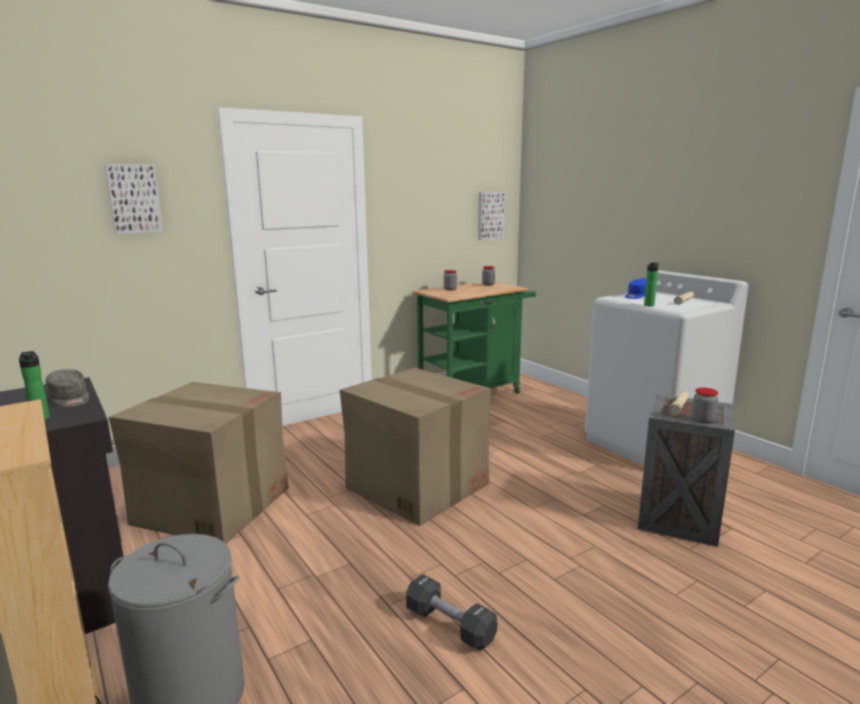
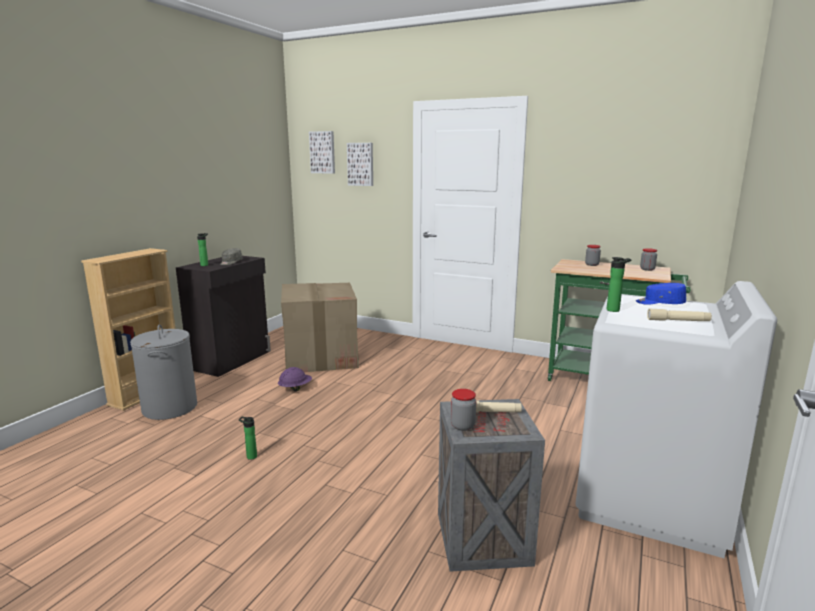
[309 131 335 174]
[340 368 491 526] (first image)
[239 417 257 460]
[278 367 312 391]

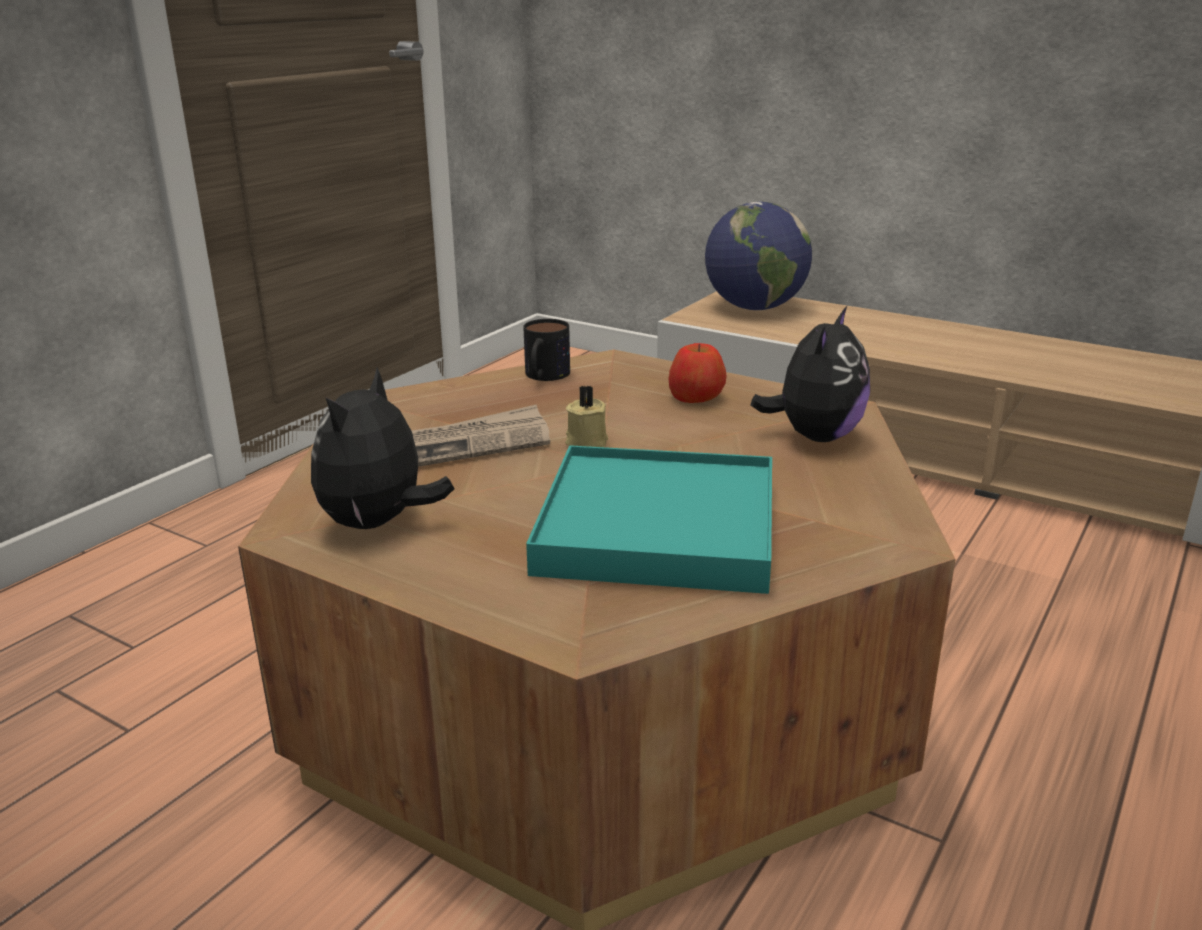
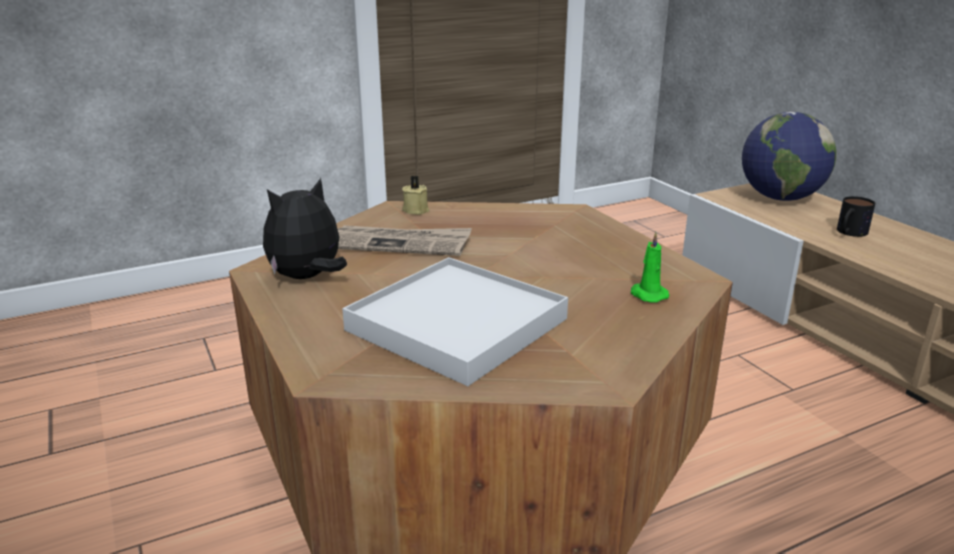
[631 232 669 303]
[837 196 875 237]
[669 343 726 403] (first image)
[402 176 429 215]
[342 257 568 386]

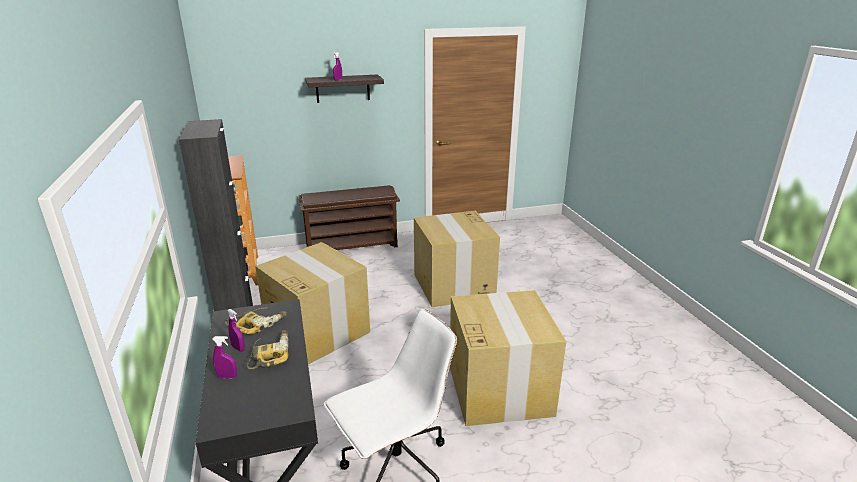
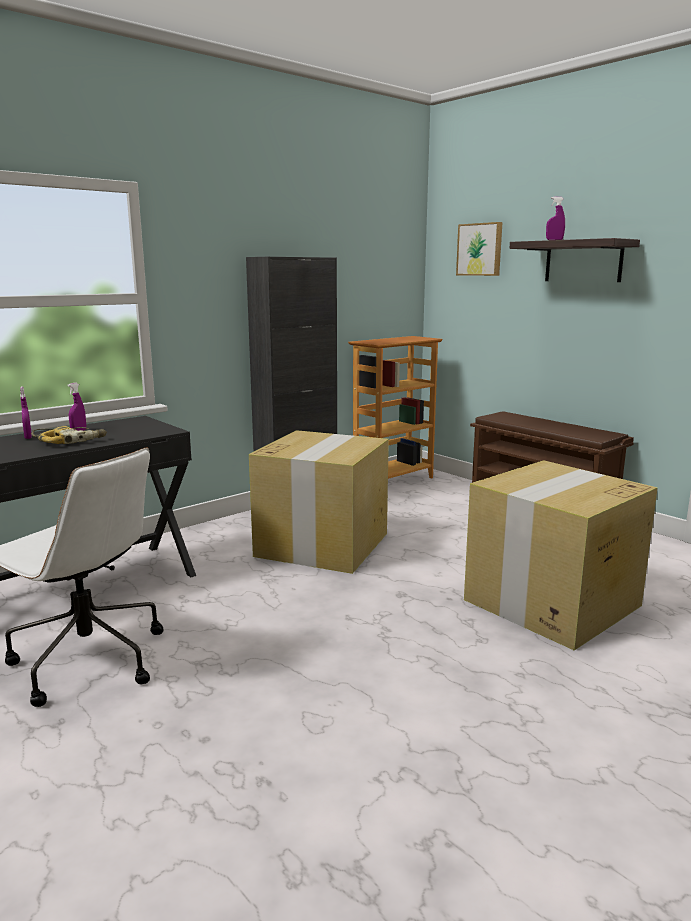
[450 290 566 426] (first image)
[225 308 287 334] (first image)
[456 222 503 276]

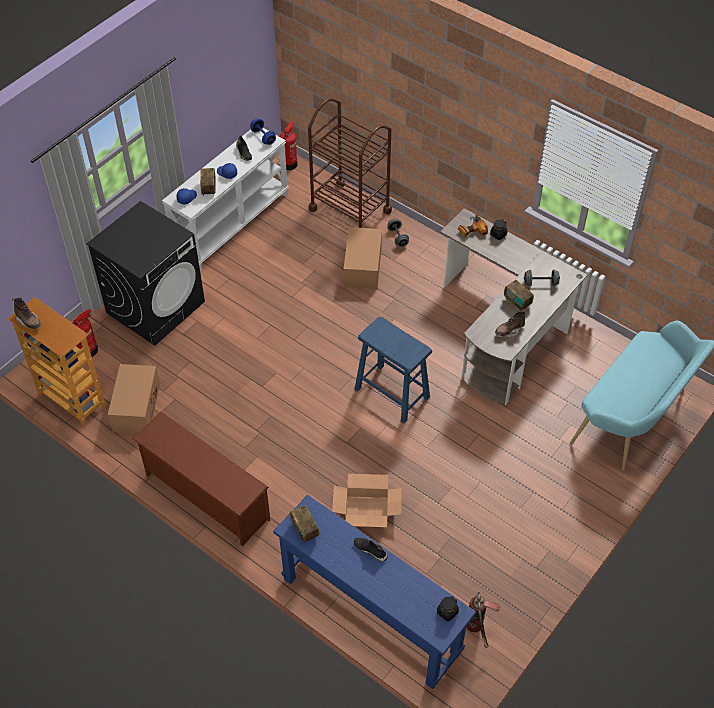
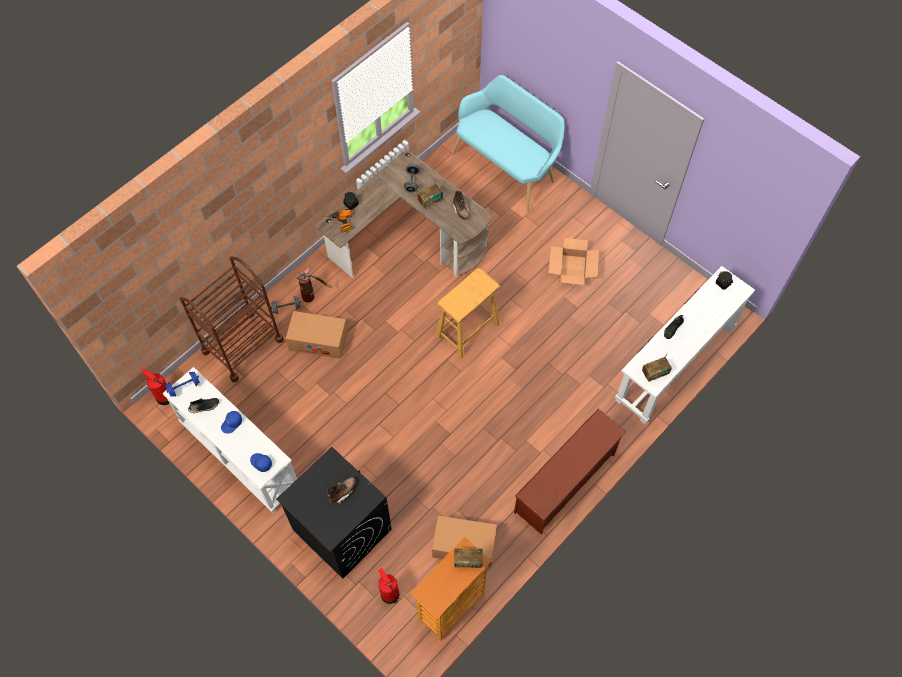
[454 548 483 568]
[327 477 356 504]
[435 268 500 359]
[549 238 599 285]
[615 266 755 424]
[296 267 332 303]

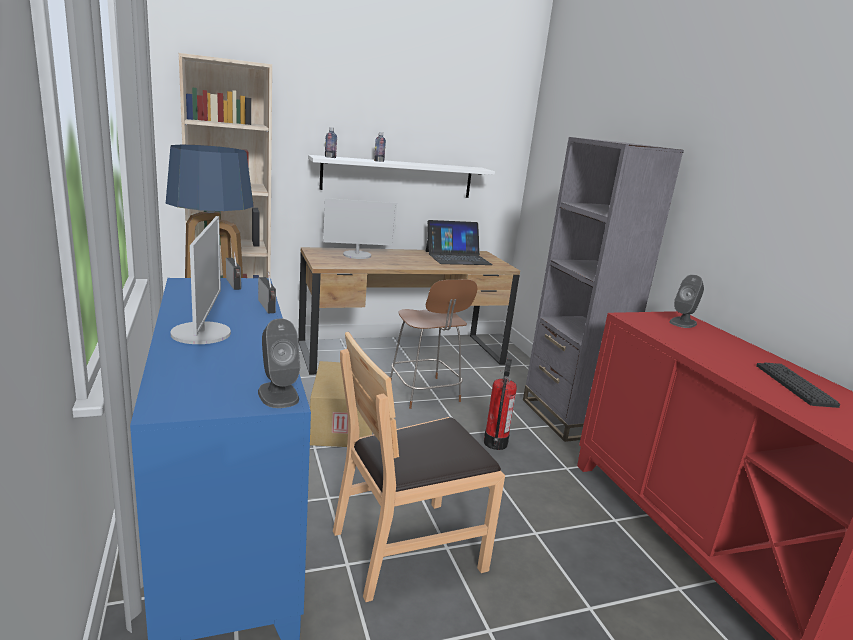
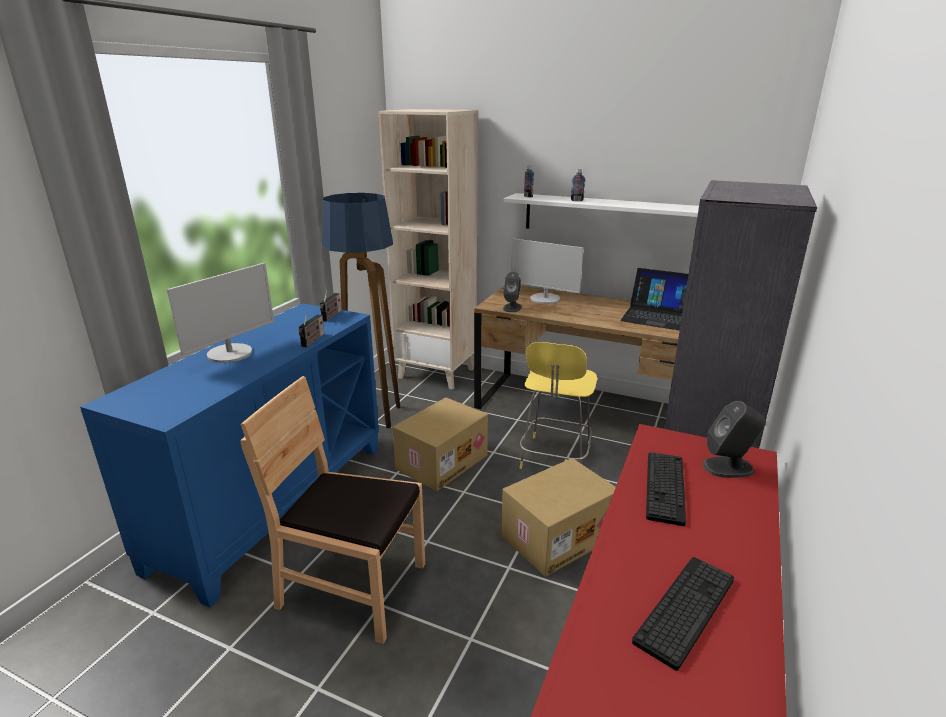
[520 342 597 469]
[503 271 522 312]
[501 458 616 577]
[646 452 686 526]

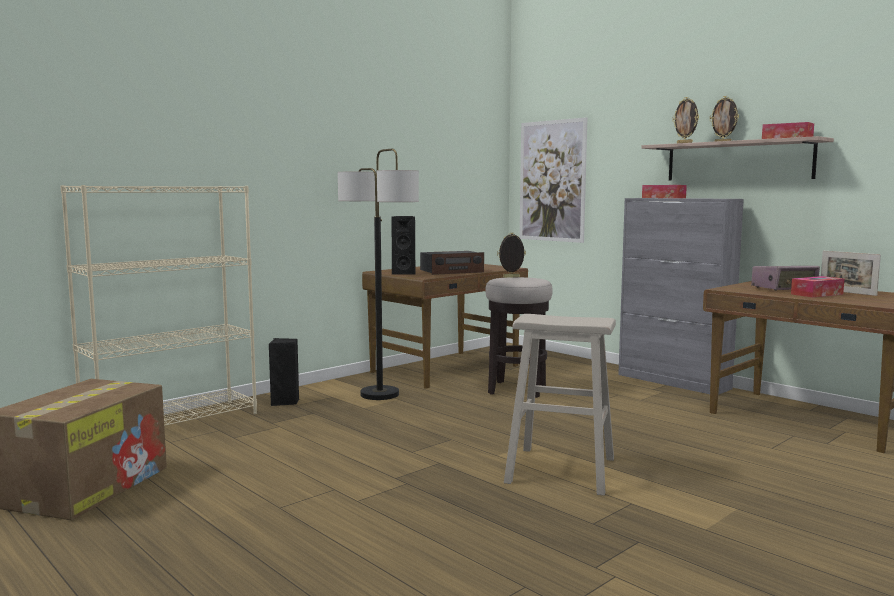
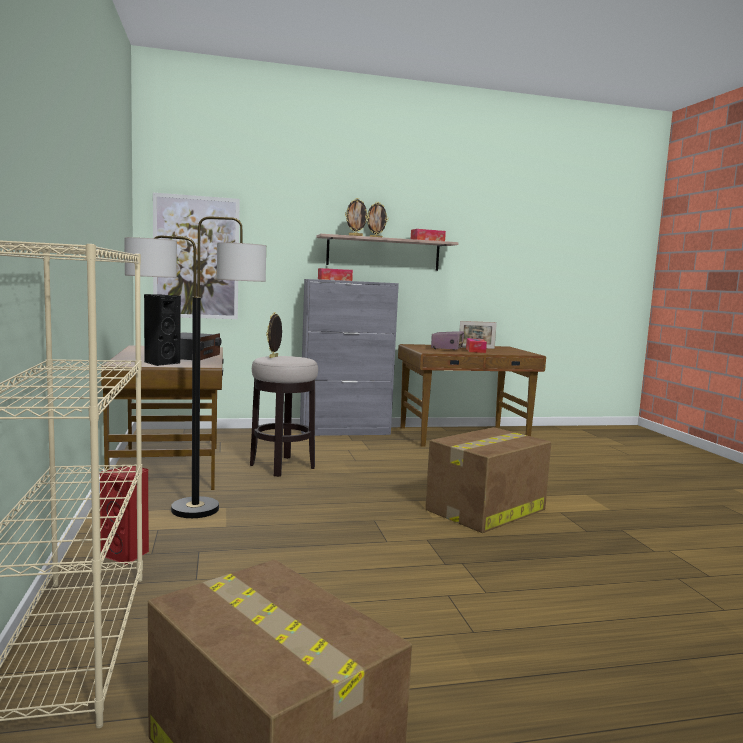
[425 427 551 533]
[100 466 149 565]

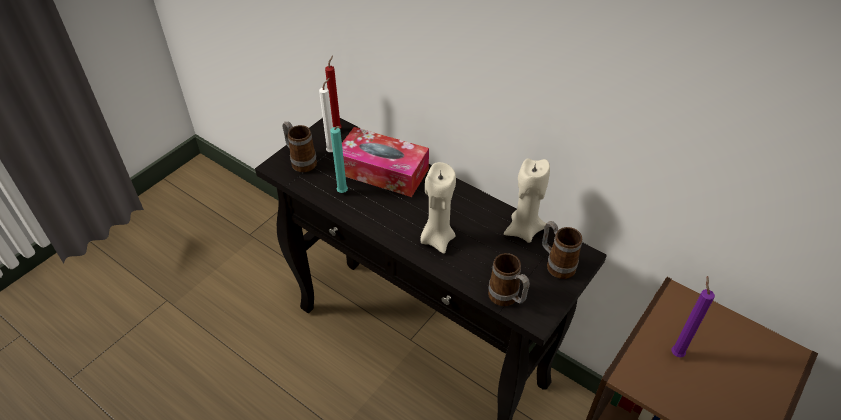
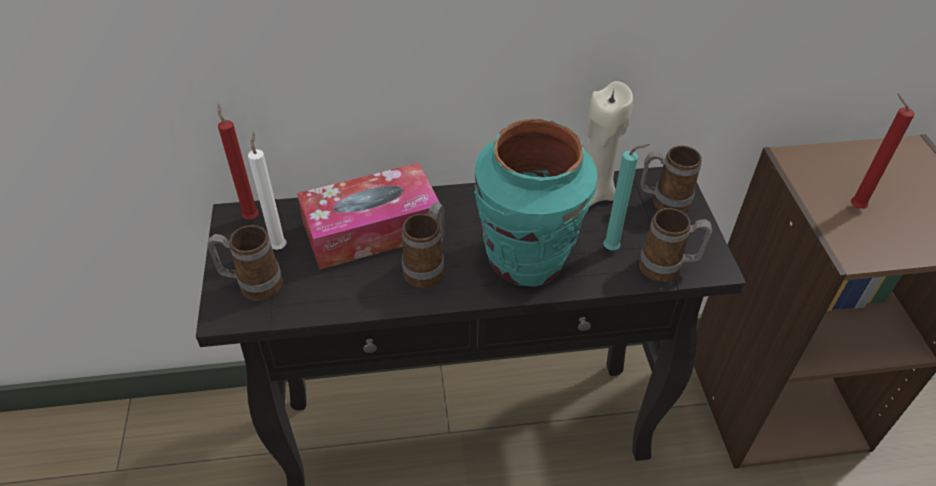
[603 144 650 250]
[474 119 597 287]
[851 93 915 209]
[402 202 444 288]

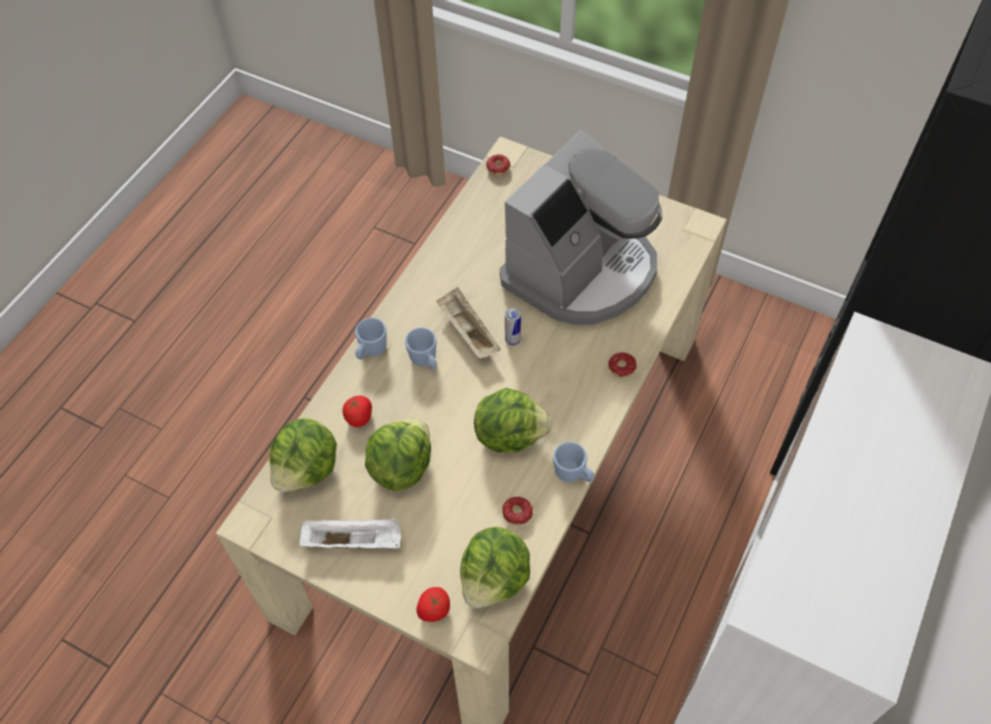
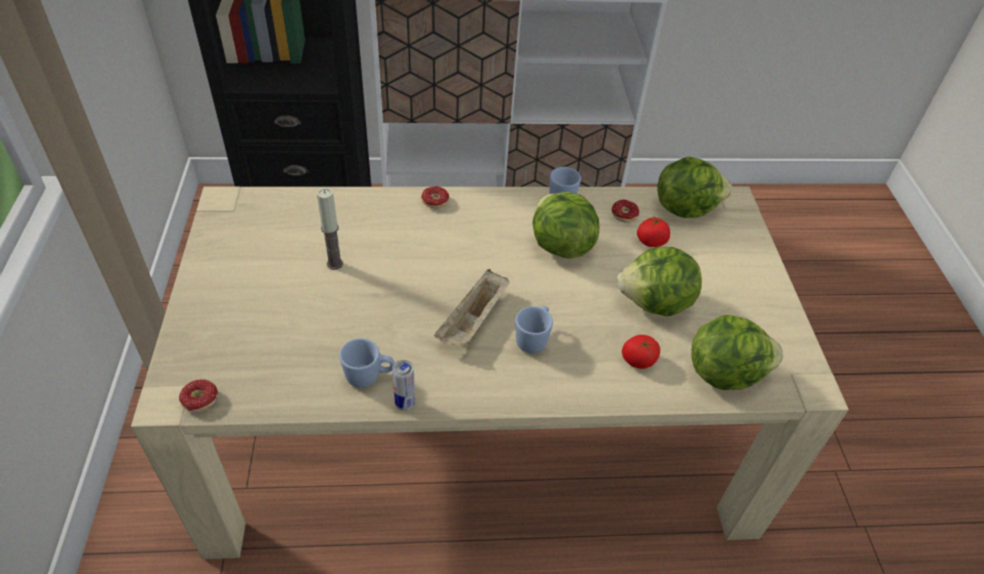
[317 188 343 270]
[392 360 415 410]
[339 338 394 388]
[299 518 401 549] (first image)
[637 217 670 247]

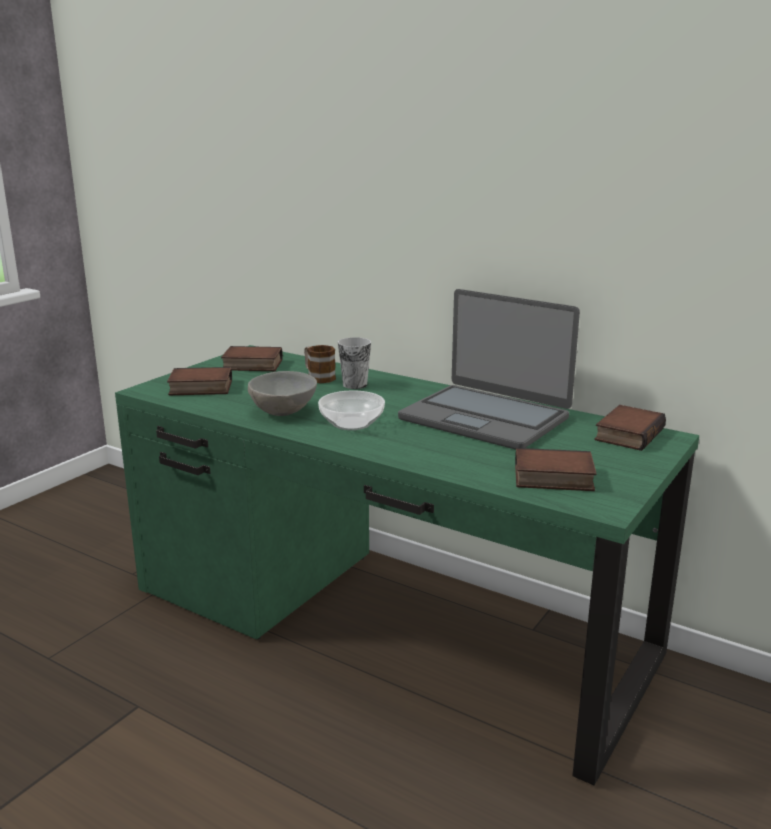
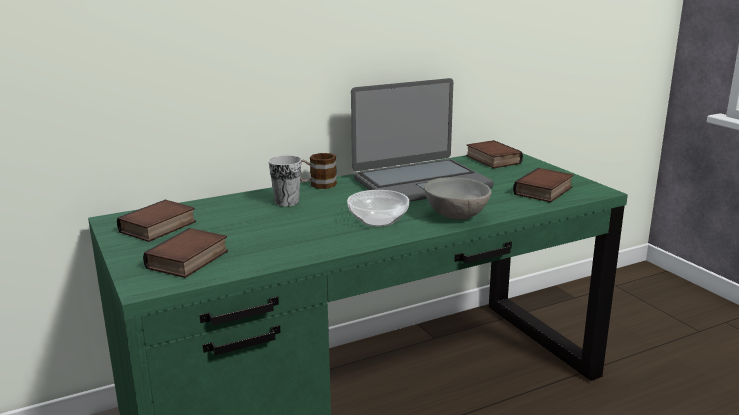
[300 153 337 189]
[424 177 492 220]

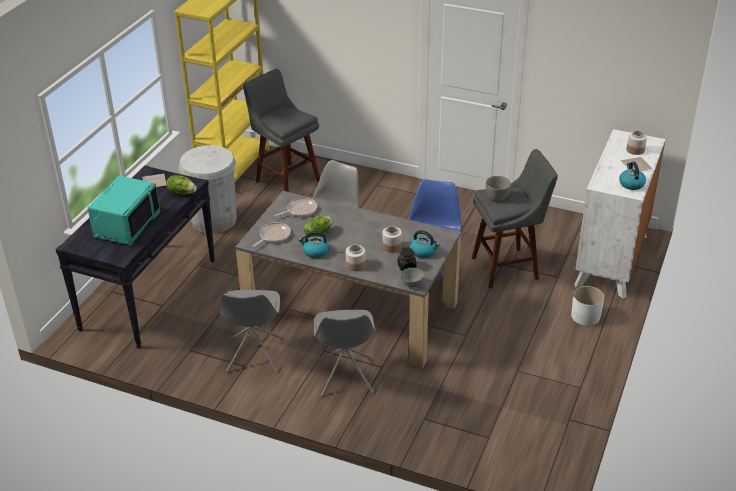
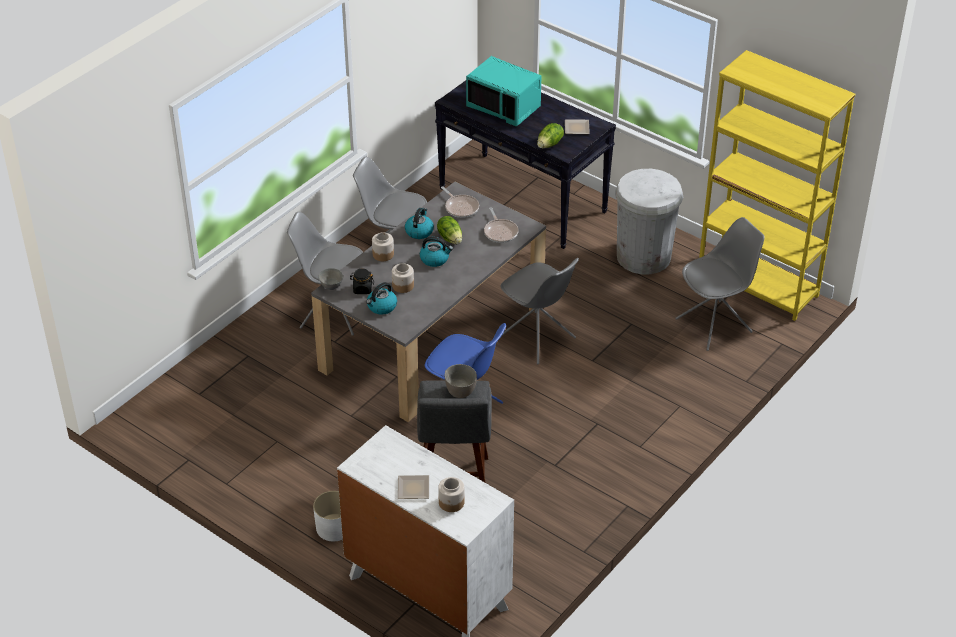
[675 217 765 351]
[420 237 453 267]

